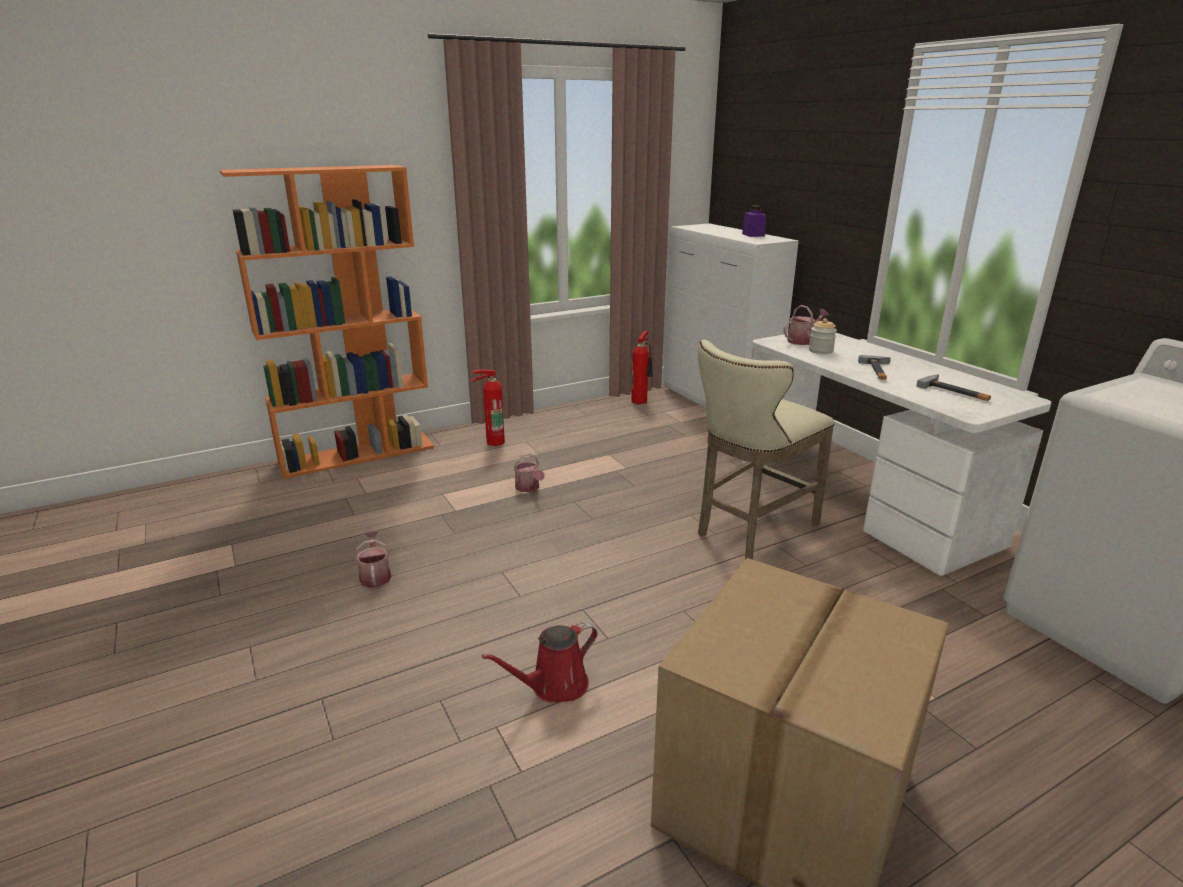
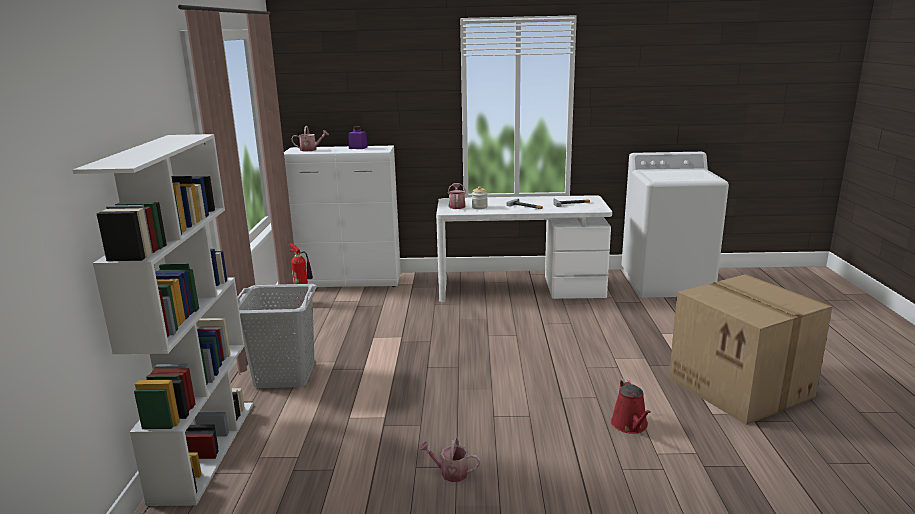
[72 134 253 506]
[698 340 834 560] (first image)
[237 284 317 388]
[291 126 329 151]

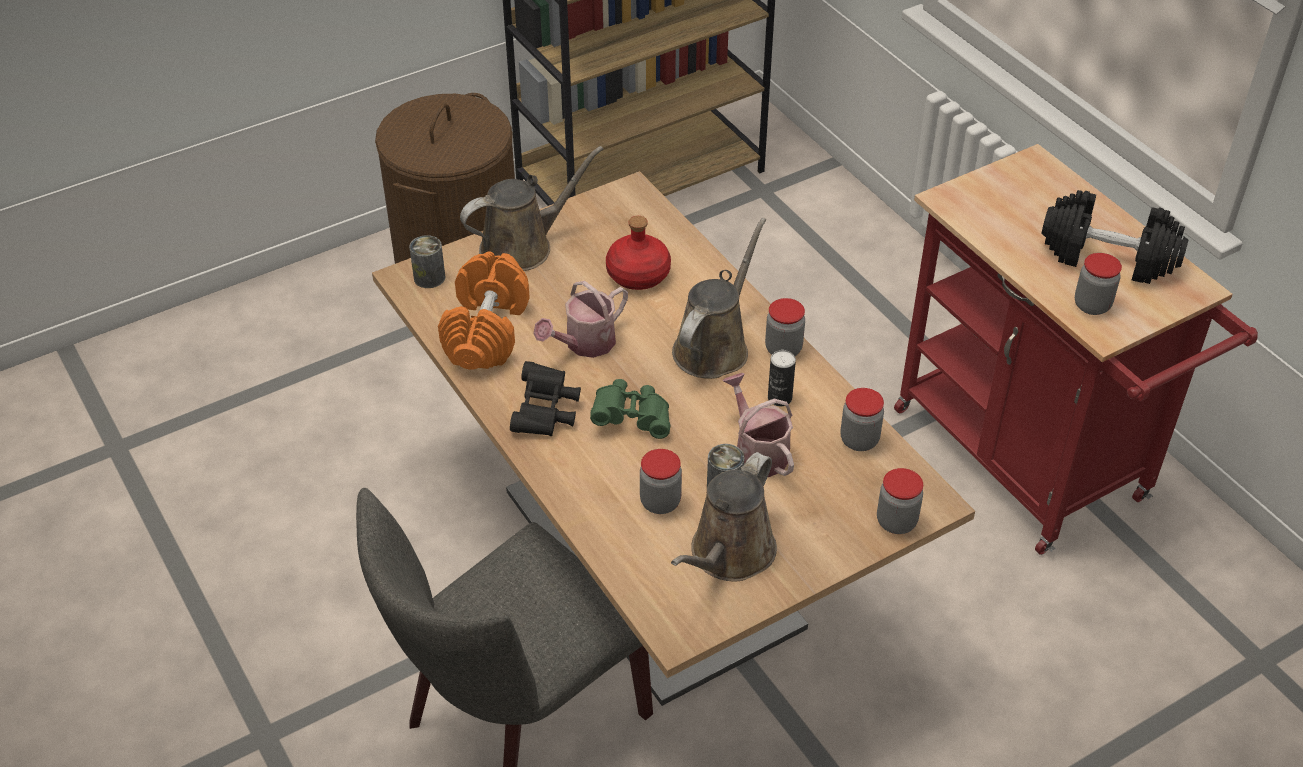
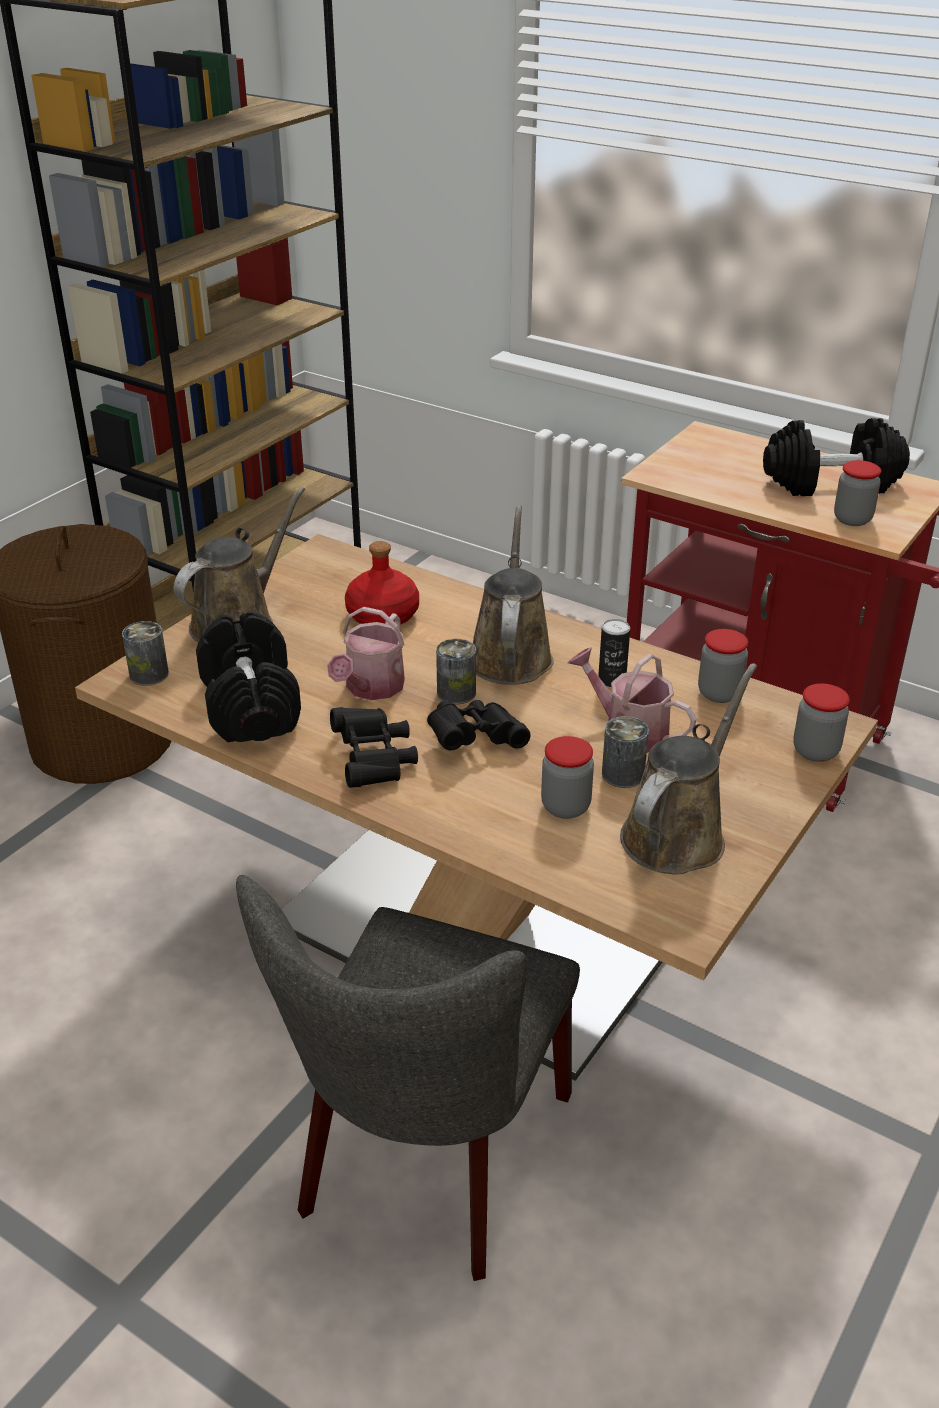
[196 611 301 742]
[765 298 805 356] (first image)
[427 700 531 750]
[620 663 757 874]
[436 639 476 704]

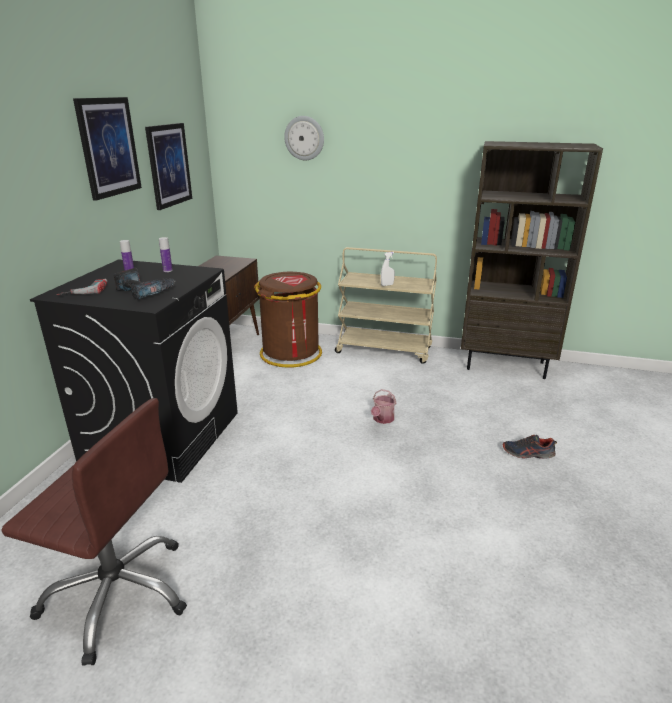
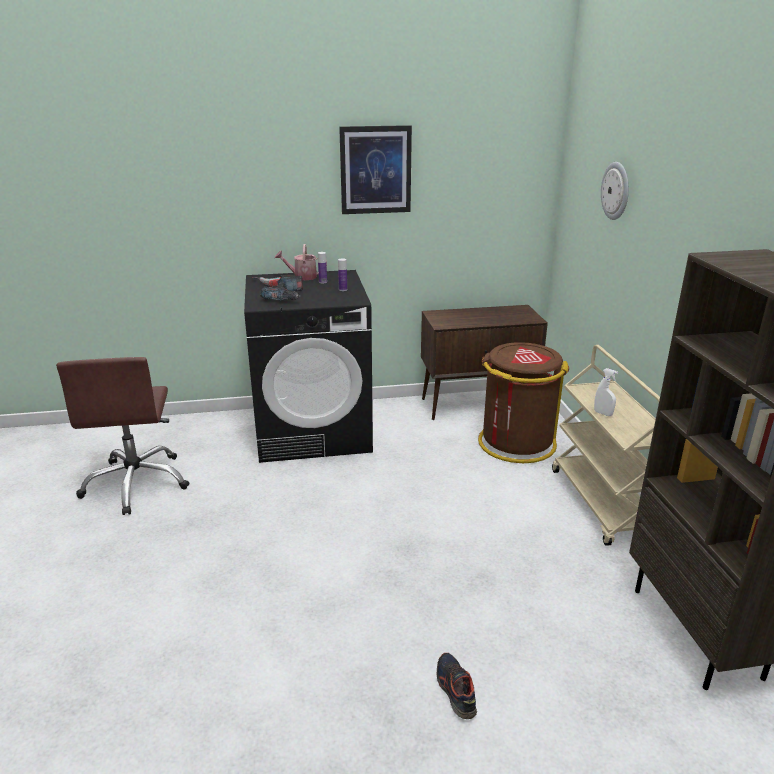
[145 123 192 210] (first image)
[274 244 327 280]

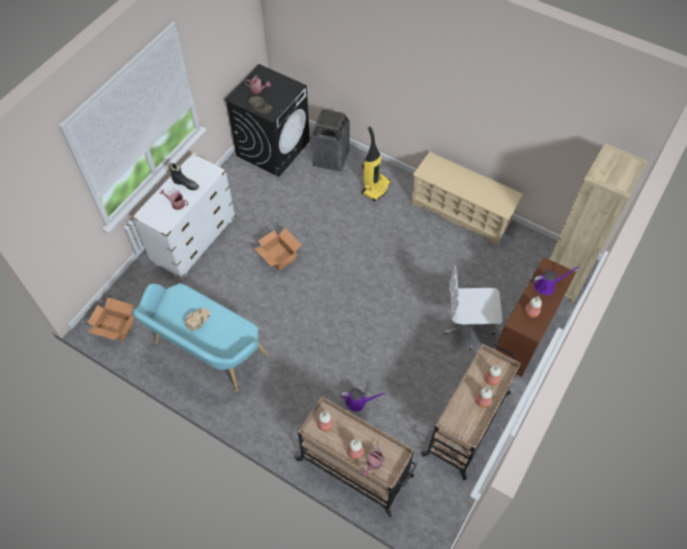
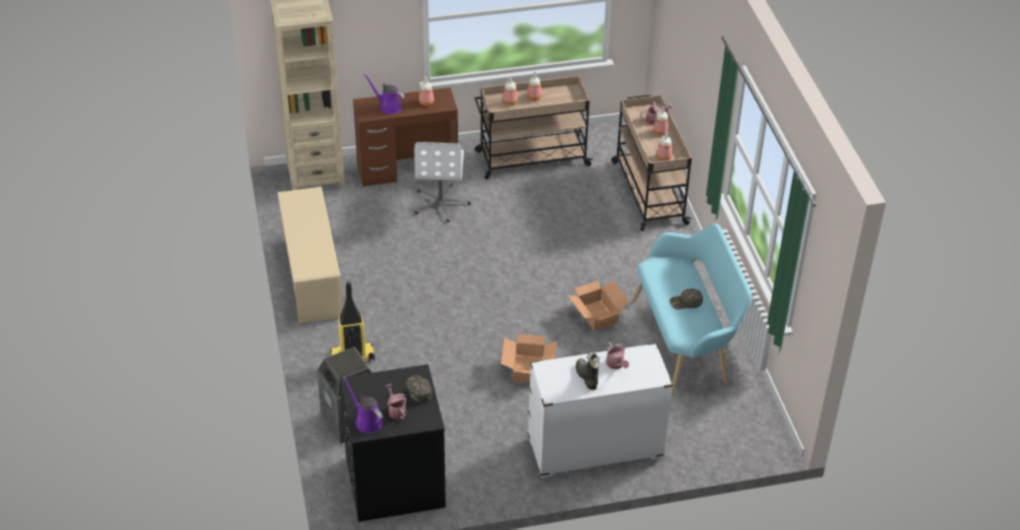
[414 142 471 222]
[568 280 629 331]
[669 288 703 309]
[343 377 383 433]

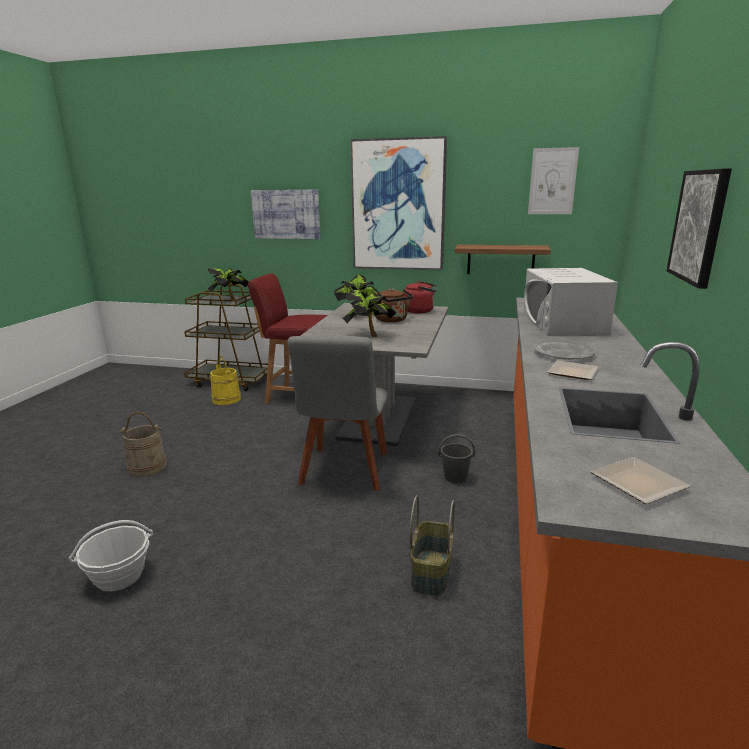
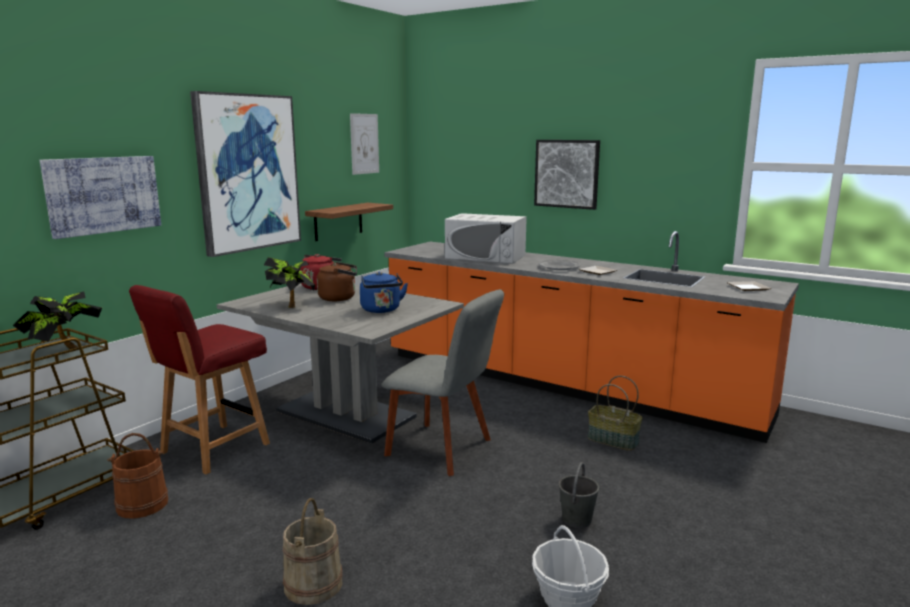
[360 271 408 313]
[107 433 168 519]
[558 462 599 528]

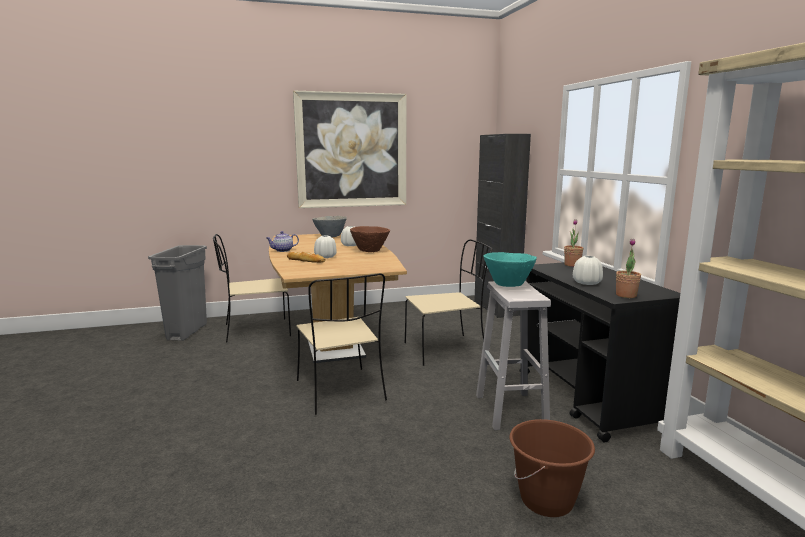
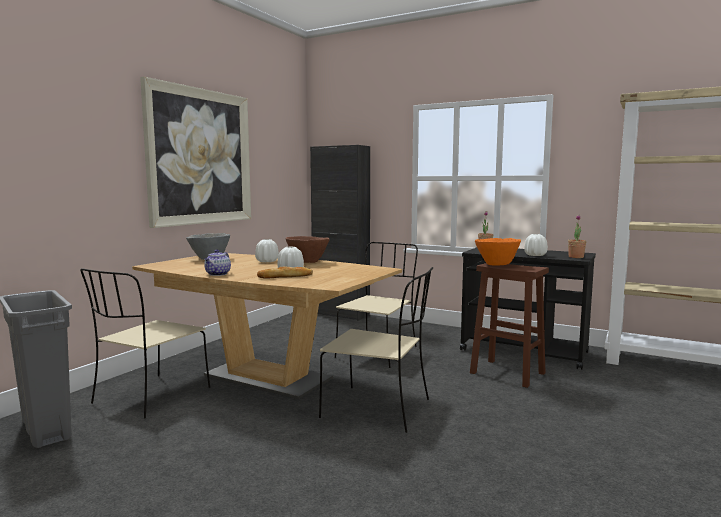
[475 238 521 265]
[470 263 549 388]
[509 419 595 517] (first image)

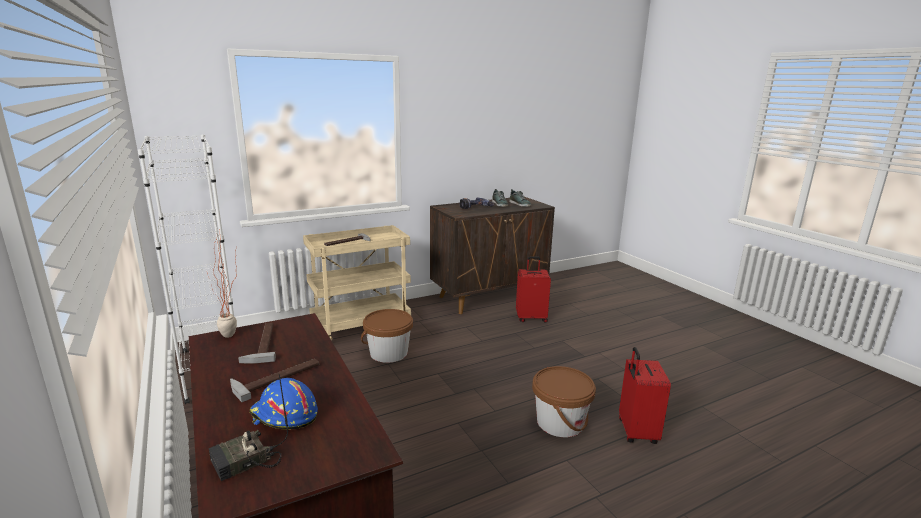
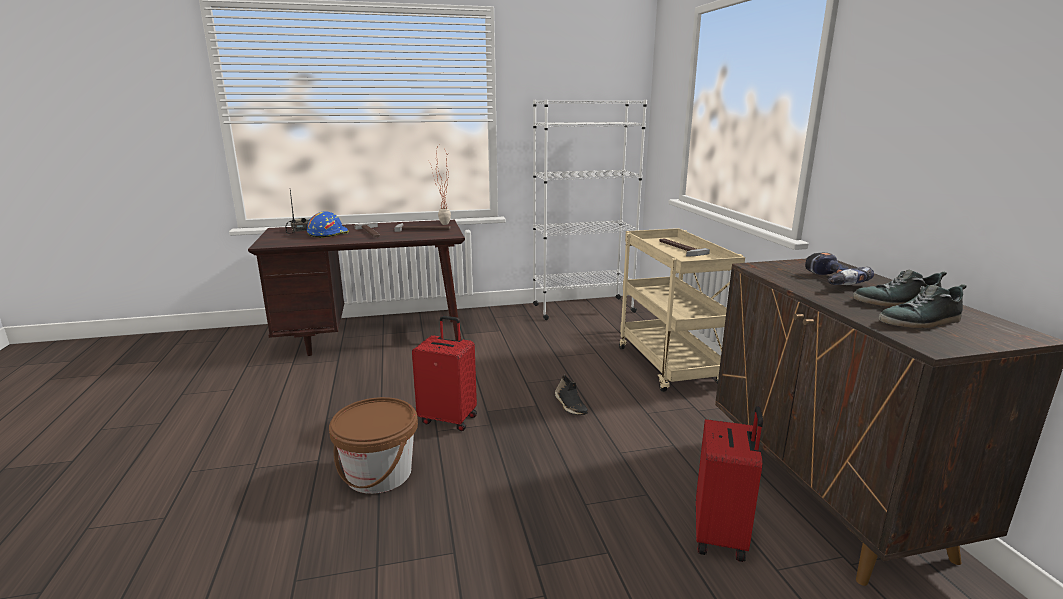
[361 309 413 363] (first image)
[412 316 477 431]
[555 375 588 415]

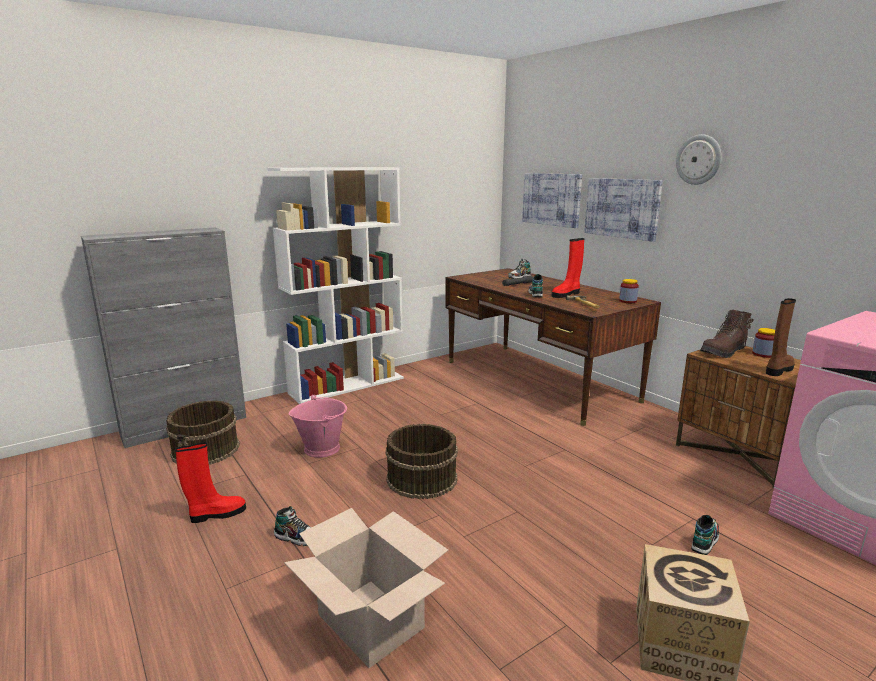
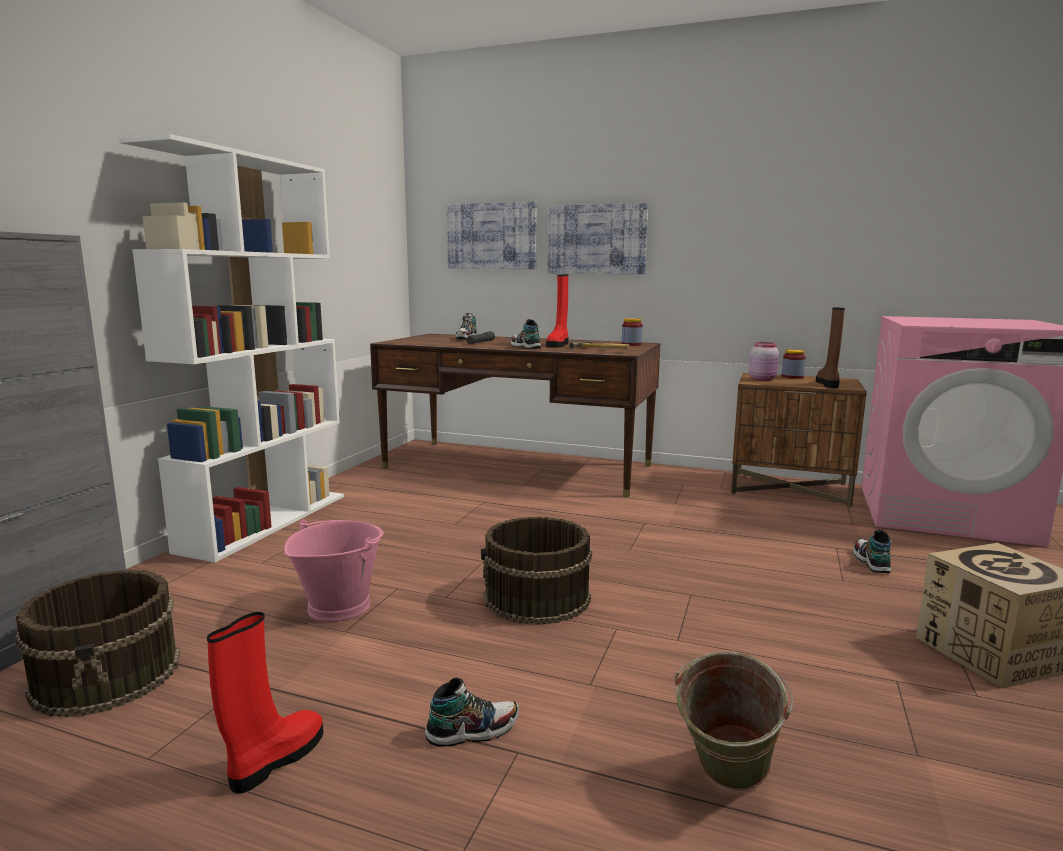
[676 134 722 185] (first image)
[749 342 779 381]
[674 651 793 791]

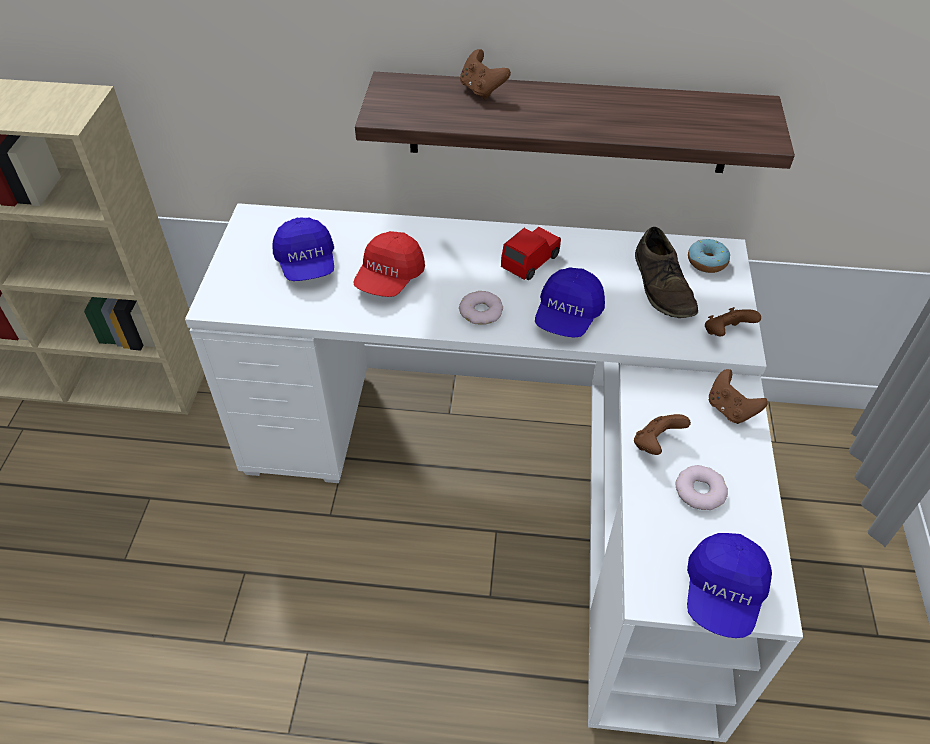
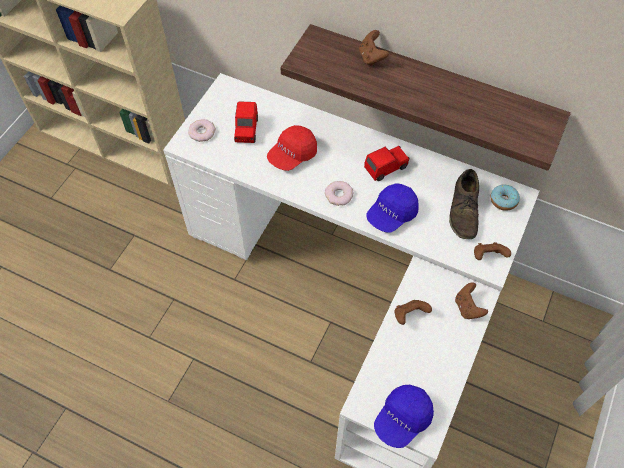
[234 101 258 143]
[188 119 216 142]

